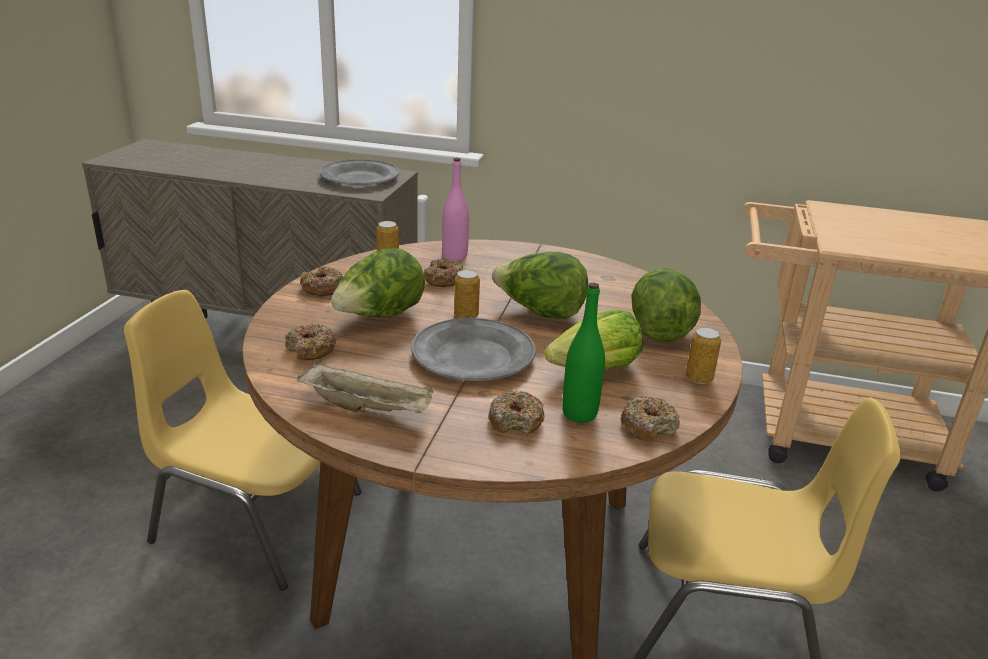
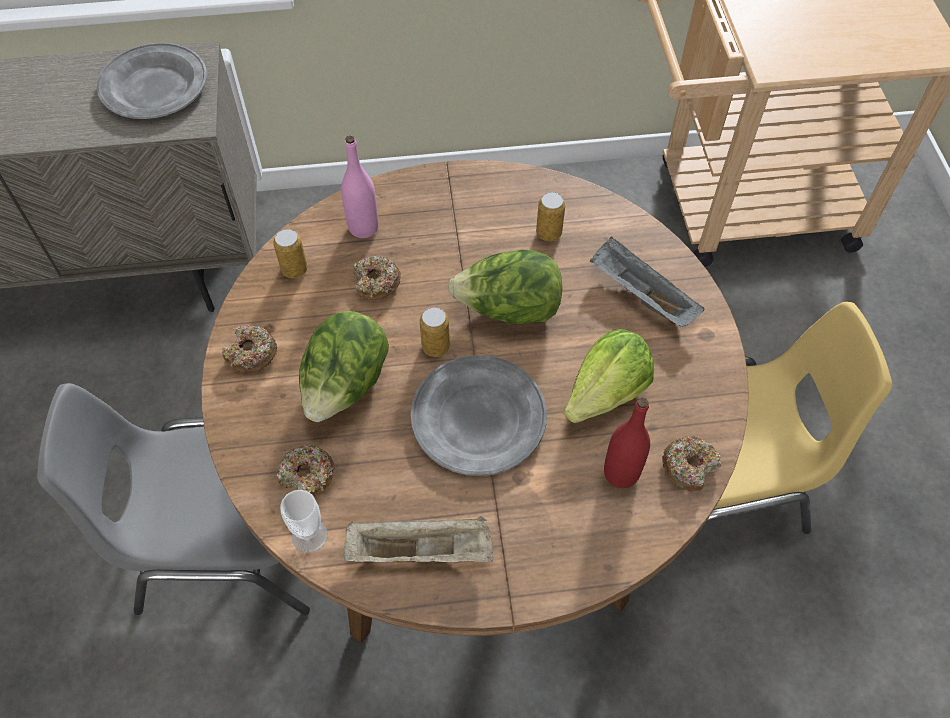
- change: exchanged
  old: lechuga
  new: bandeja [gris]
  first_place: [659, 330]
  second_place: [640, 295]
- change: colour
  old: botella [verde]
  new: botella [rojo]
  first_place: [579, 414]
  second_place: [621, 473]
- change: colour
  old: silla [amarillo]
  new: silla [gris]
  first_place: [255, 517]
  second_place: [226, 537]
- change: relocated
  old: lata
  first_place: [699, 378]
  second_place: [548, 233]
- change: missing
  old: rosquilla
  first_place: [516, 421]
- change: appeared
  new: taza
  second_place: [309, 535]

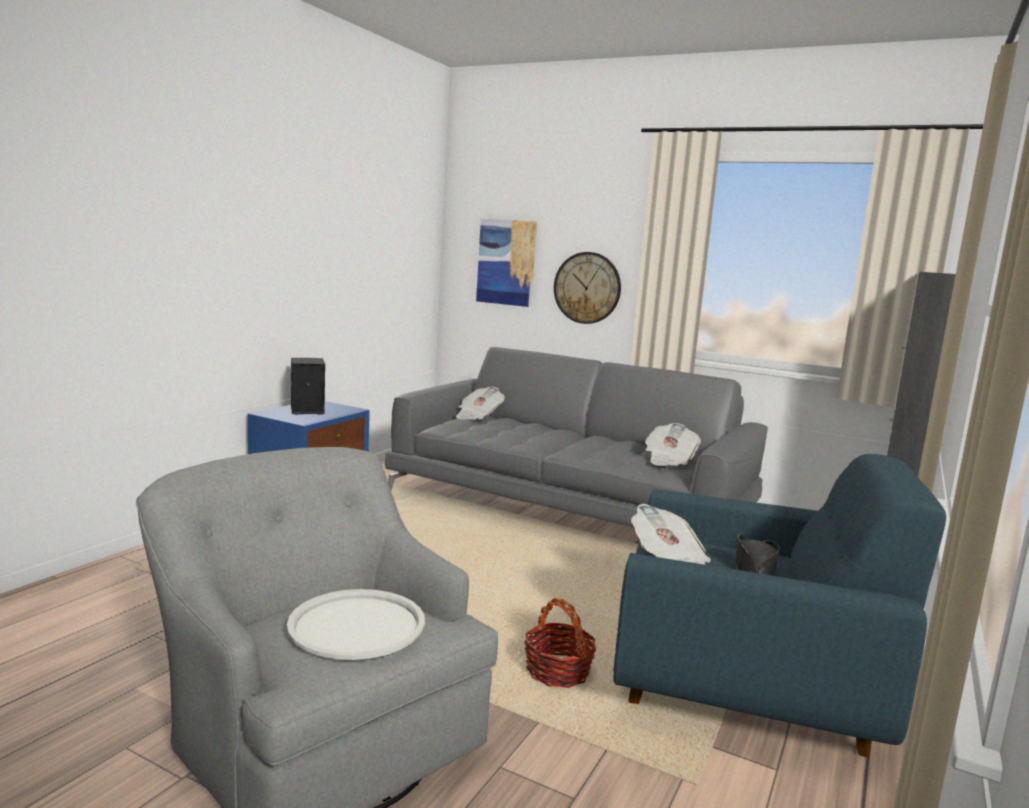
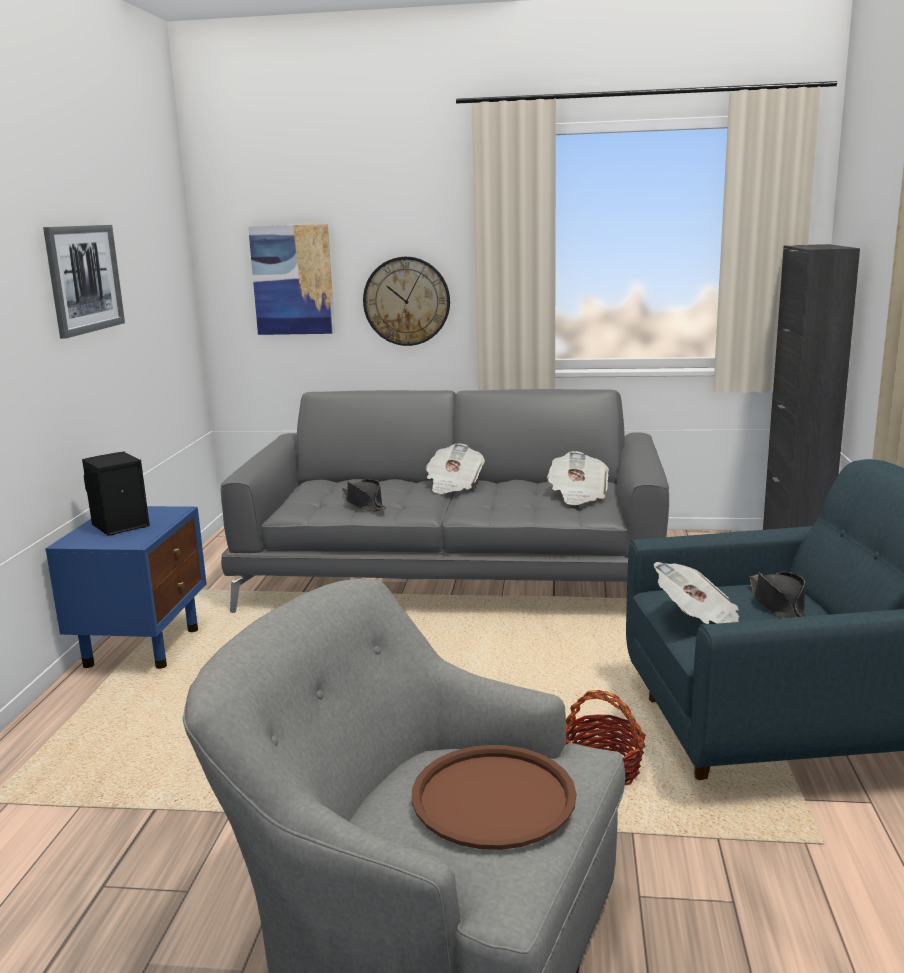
- change: relocated
  old: periódico
  first_place: [478, 416]
  second_place: [453, 485]
- change: colour
  old: bandeja [blanco]
  new: bandeja [marrón]
  first_place: [357, 625]
  second_place: [493, 797]
- change: appeared
  new: cuadro
  second_place: [84, 279]
- change: appeared
  new: sombrero [negro]
  second_place: [364, 503]

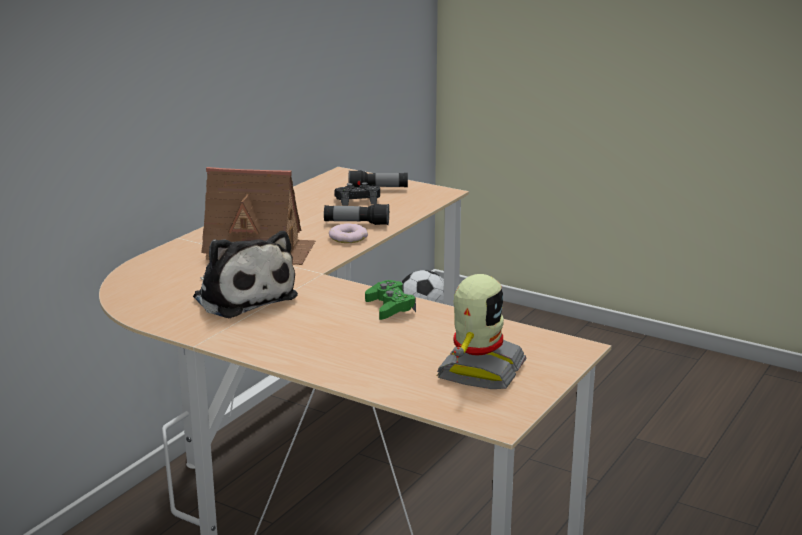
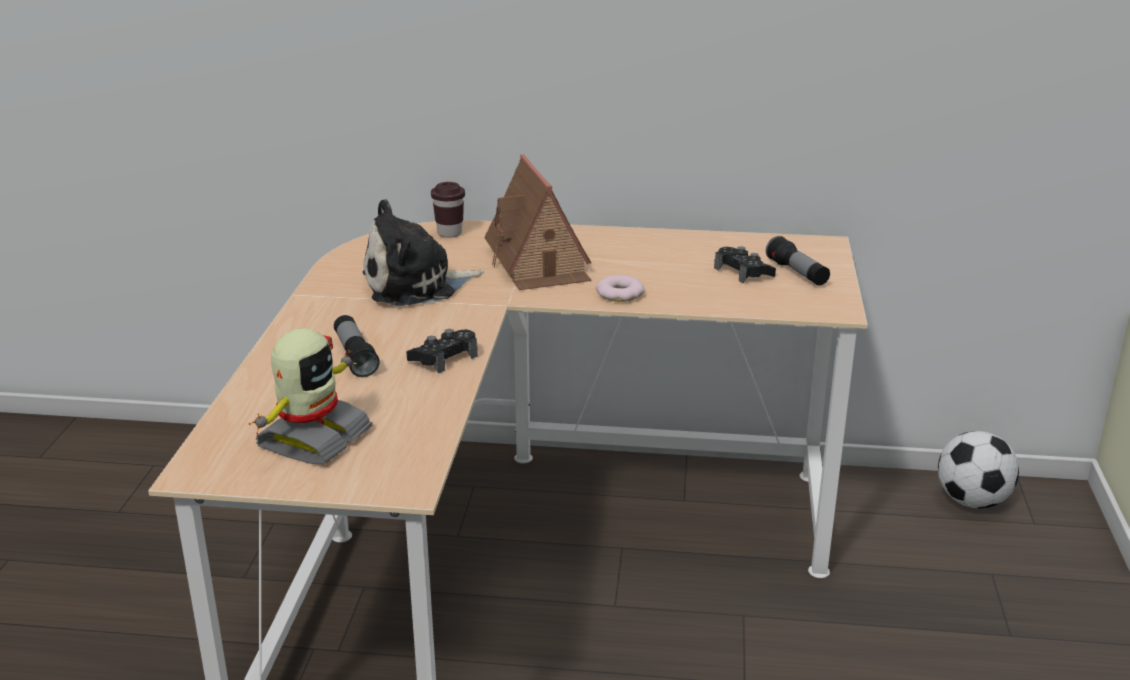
- change: relocated
  old: linterna
  first_place: [356, 223]
  second_place: [355, 356]
- change: spun
  old: peluche
  first_place: [243, 296]
  second_place: [416, 285]
  degrees: 45
- change: spun
  old: robot de juguete
  first_place: [479, 370]
  second_place: [312, 438]
  degrees: -60
- change: colour
  old: mando de consola [verde]
  new: mando de consola [negro]
  first_place: [390, 307]
  second_place: [444, 358]
- change: appeared
  new: taza [marrón]
  second_place: [449, 233]

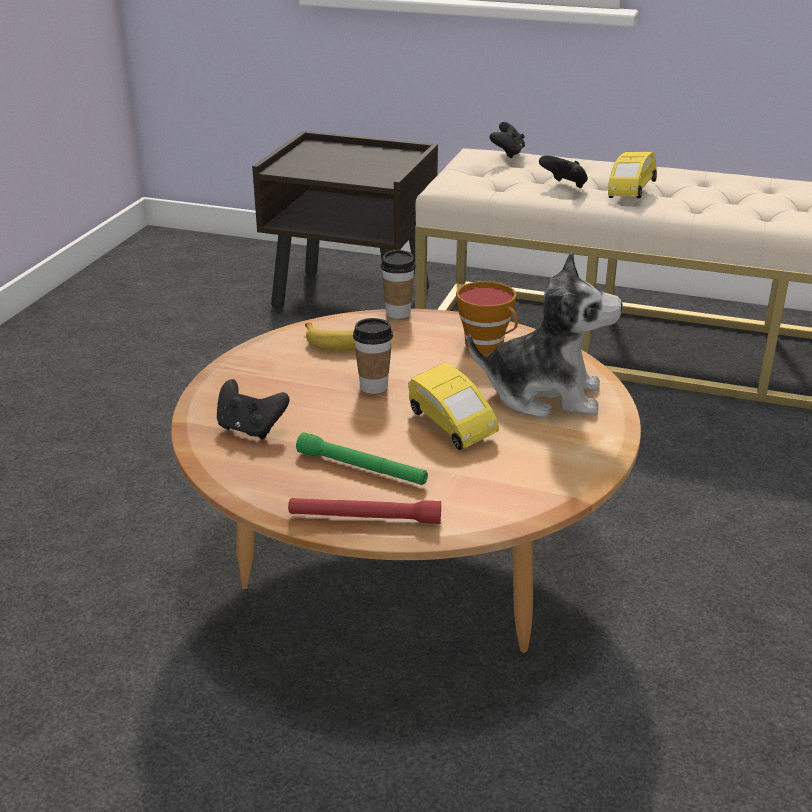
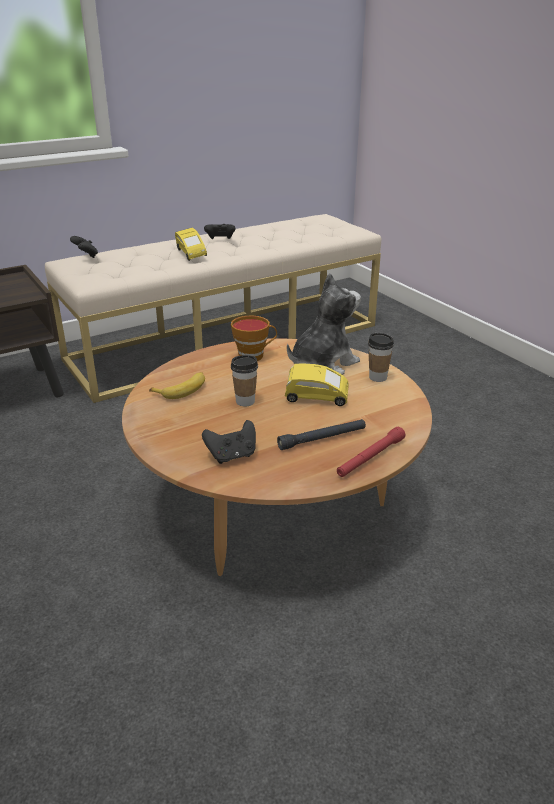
- change: relocated
  old: mando de consola [negro]
  first_place: [564, 186]
  second_place: [220, 240]
- change: relocated
  old: taza
  first_place: [398, 313]
  second_place: [378, 377]
- change: colour
  old: linterna [verde]
  new: linterna [negro]
  first_place: [362, 468]
  second_place: [322, 439]

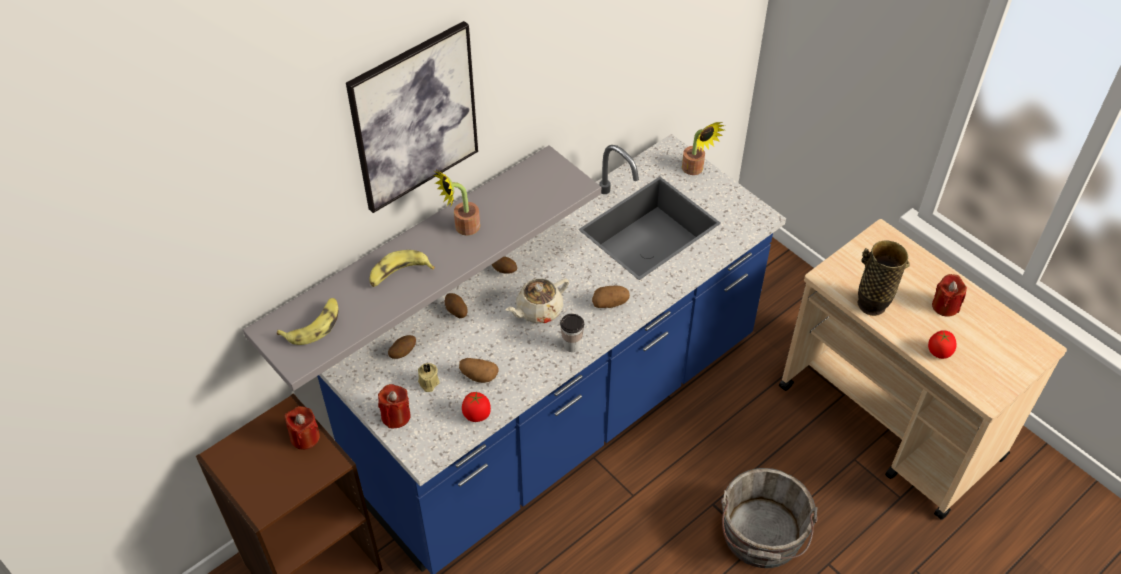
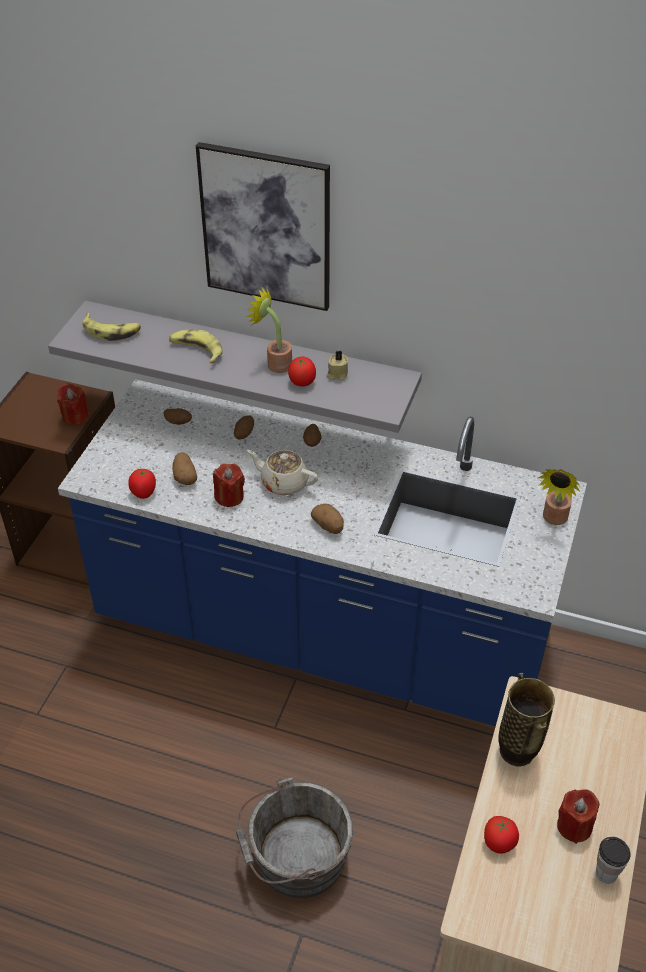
- change: relocated
  old: taza
  first_place: [572, 345]
  second_place: [606, 873]
- change: relocated
  old: vela [beis]
  first_place: [428, 383]
  second_place: [337, 374]
- change: relocated
  old: vela [rojo]
  first_place: [396, 416]
  second_place: [229, 497]
- change: appeared
  new: tomate
  second_place: [302, 382]

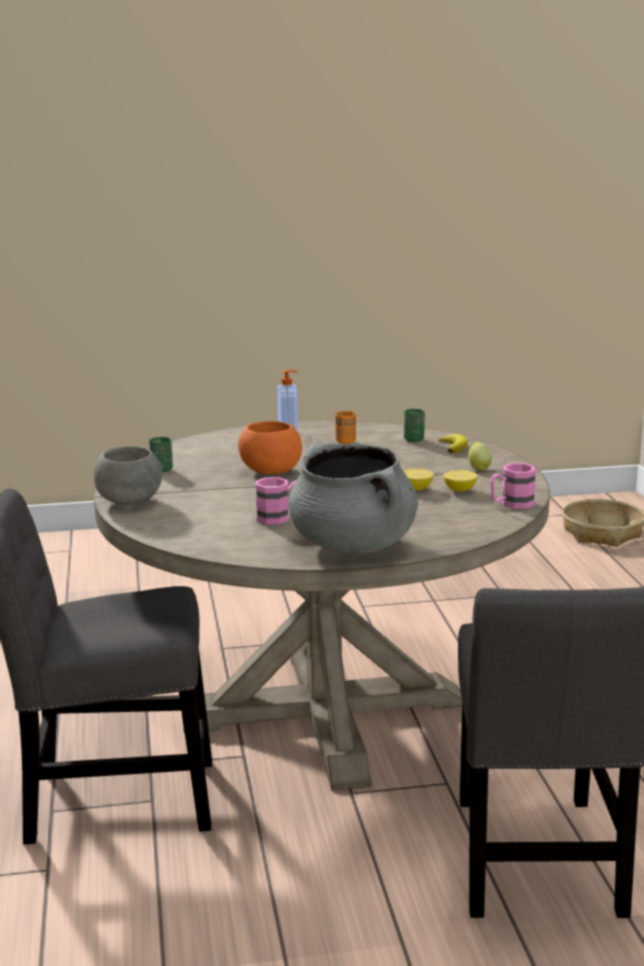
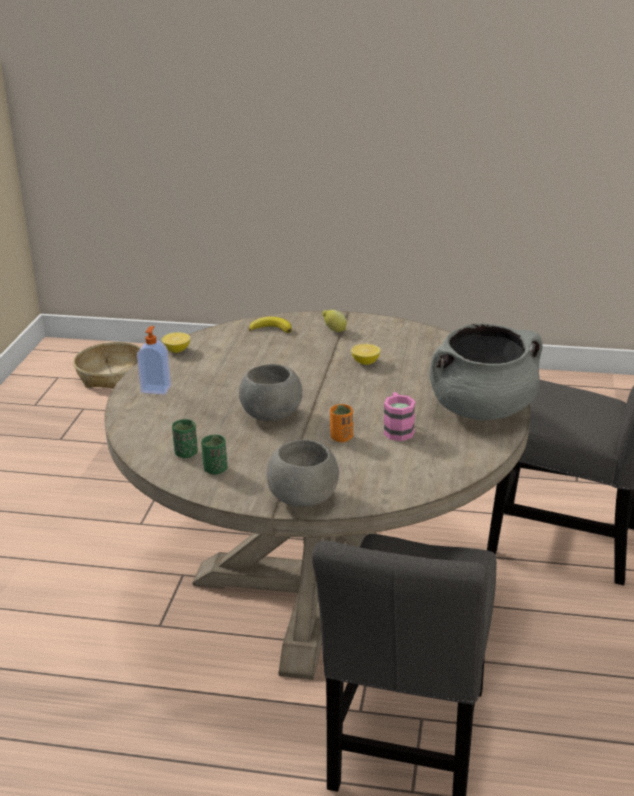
- change: relocated
  old: taza [verde]
  first_place: [414, 439]
  second_place: [186, 453]
- change: relocated
  old: taza [naranja]
  first_place: [345, 442]
  second_place: [341, 438]
- change: colour
  old: cuenco [naranja]
  new: cuenco [gris]
  first_place: [270, 472]
  second_place: [272, 415]
- change: missing
  old: taza grande [rosa]
  first_place: [511, 504]
- change: relocated
  old: limón
  first_place: [460, 490]
  second_place: [177, 350]

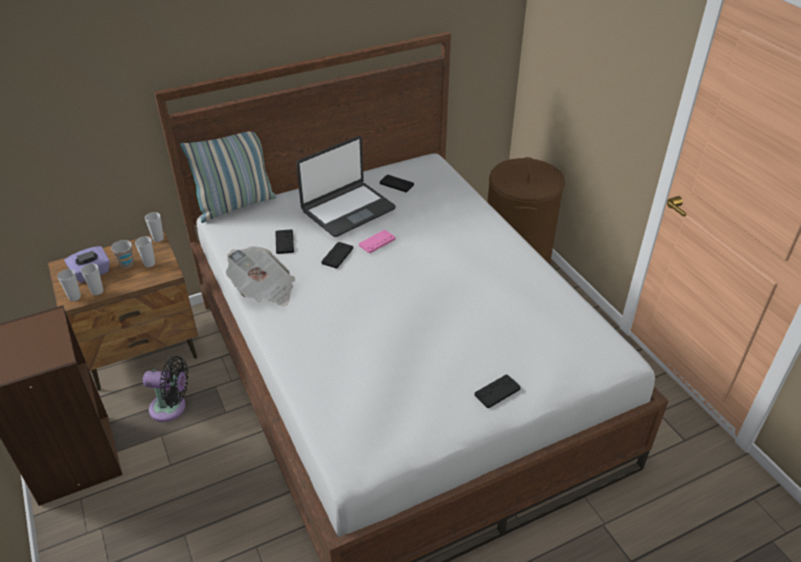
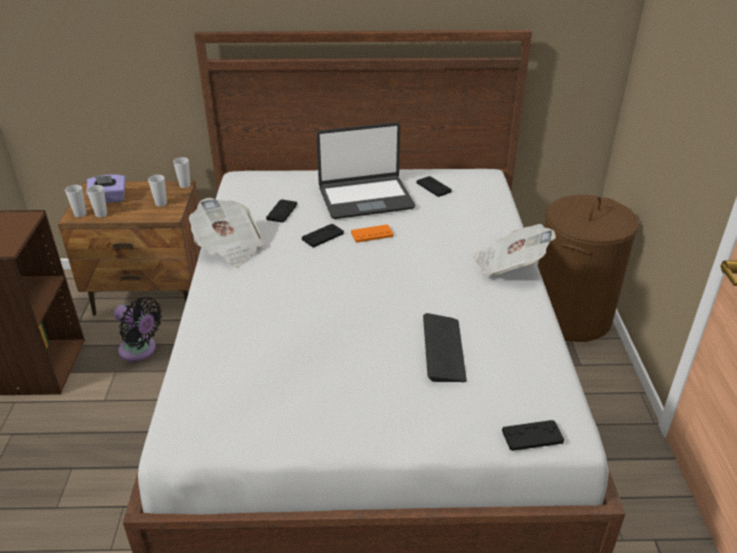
- change: missing
  old: cojín
  first_place: [236, 205]
- change: colour
  old: mando de consola [rosa]
  new: mando de consola [naranja]
  first_place: [377, 242]
  second_place: [372, 234]
- change: missing
  old: taza
  first_place: [127, 264]
- change: relocated
  old: mando de consola [negro]
  first_place: [497, 392]
  second_place: [532, 436]
- change: appeared
  new: periódico
  second_place: [509, 266]
- change: appeared
  new: teclado
  second_place: [443, 349]

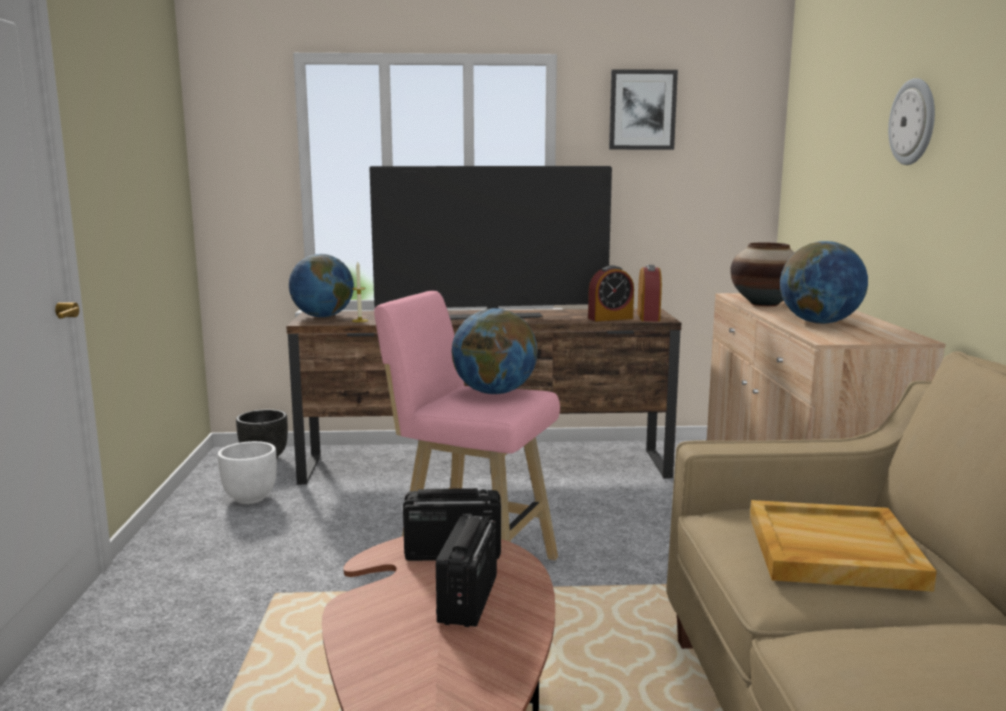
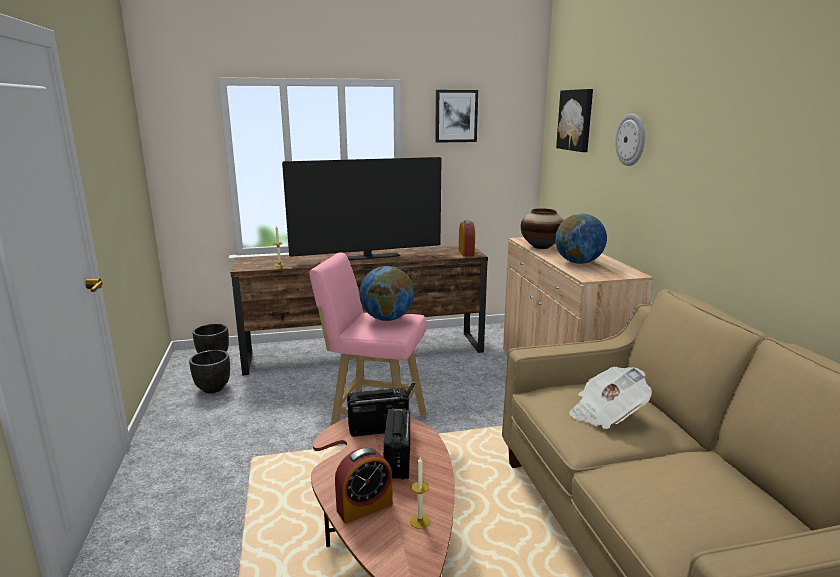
- change: missing
  old: globo terráqueo
  first_place: [323, 317]
- change: relocated
  old: despertador
  first_place: [610, 318]
  second_place: [364, 507]
- change: colour
  old: maceta [blanco]
  new: maceta [negro]
  first_place: [250, 499]
  second_place: [213, 389]
- change: exchanged
  old: bandeja [beis]
  new: periódico
  first_place: [831, 551]
  second_place: [606, 414]
- change: appeared
  new: cuadro
  second_place: [576, 120]
- change: appeared
  new: vela
  second_place: [420, 521]

